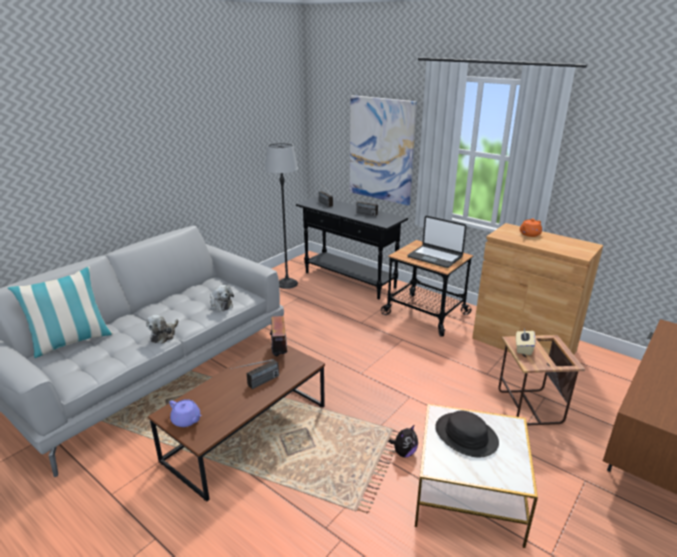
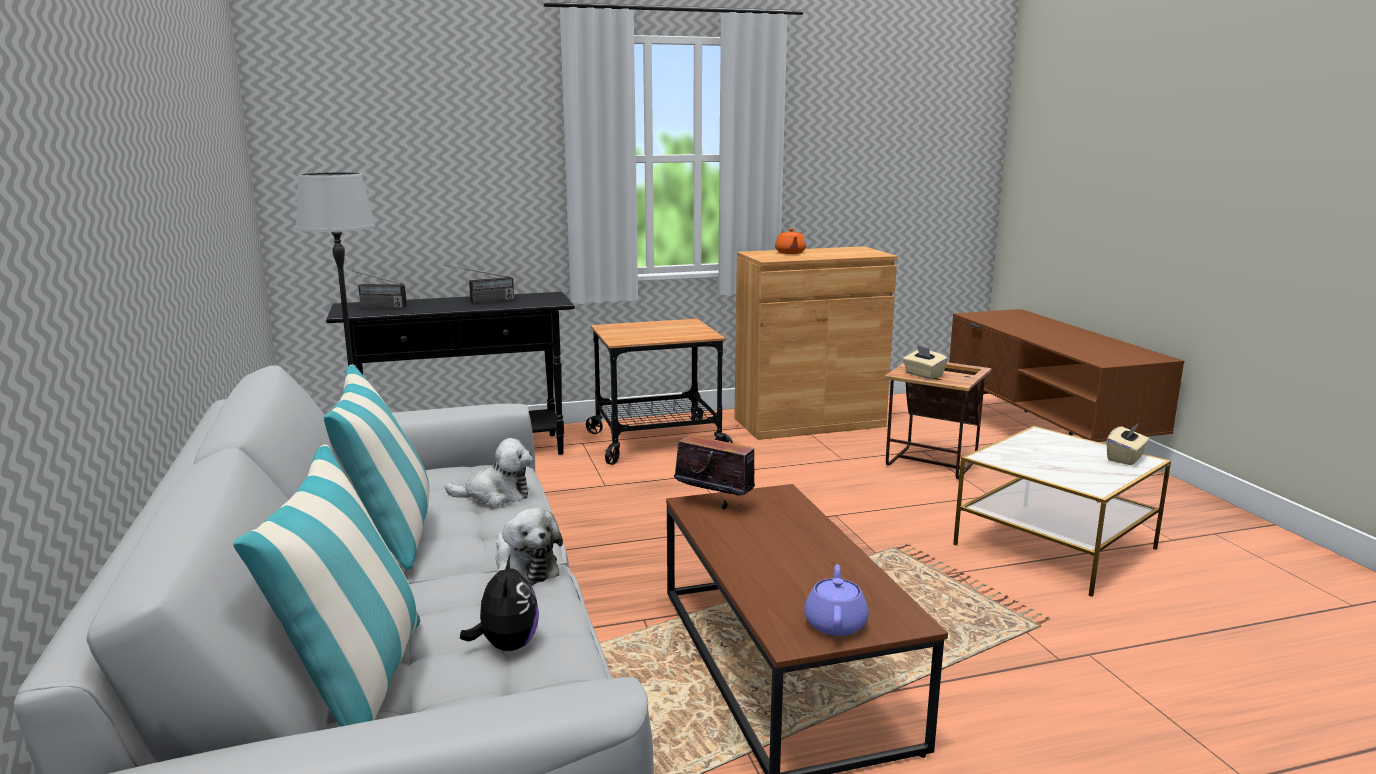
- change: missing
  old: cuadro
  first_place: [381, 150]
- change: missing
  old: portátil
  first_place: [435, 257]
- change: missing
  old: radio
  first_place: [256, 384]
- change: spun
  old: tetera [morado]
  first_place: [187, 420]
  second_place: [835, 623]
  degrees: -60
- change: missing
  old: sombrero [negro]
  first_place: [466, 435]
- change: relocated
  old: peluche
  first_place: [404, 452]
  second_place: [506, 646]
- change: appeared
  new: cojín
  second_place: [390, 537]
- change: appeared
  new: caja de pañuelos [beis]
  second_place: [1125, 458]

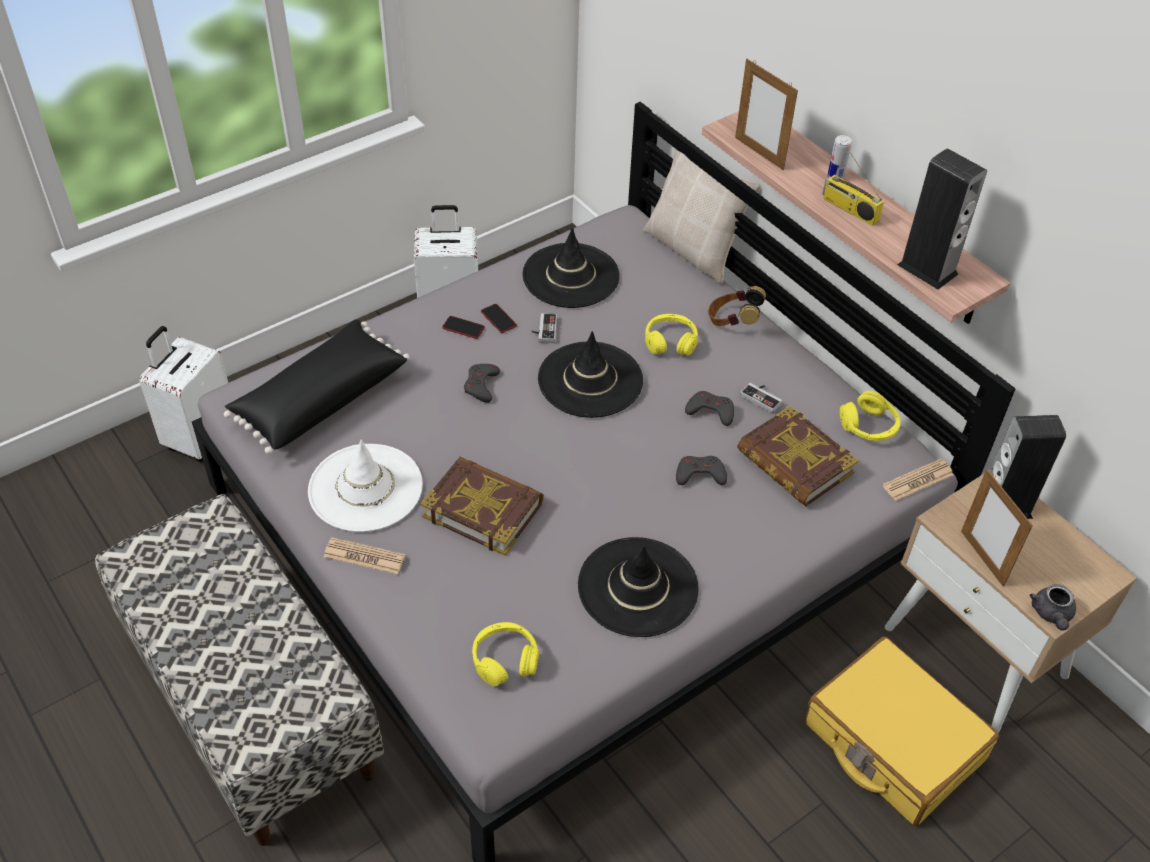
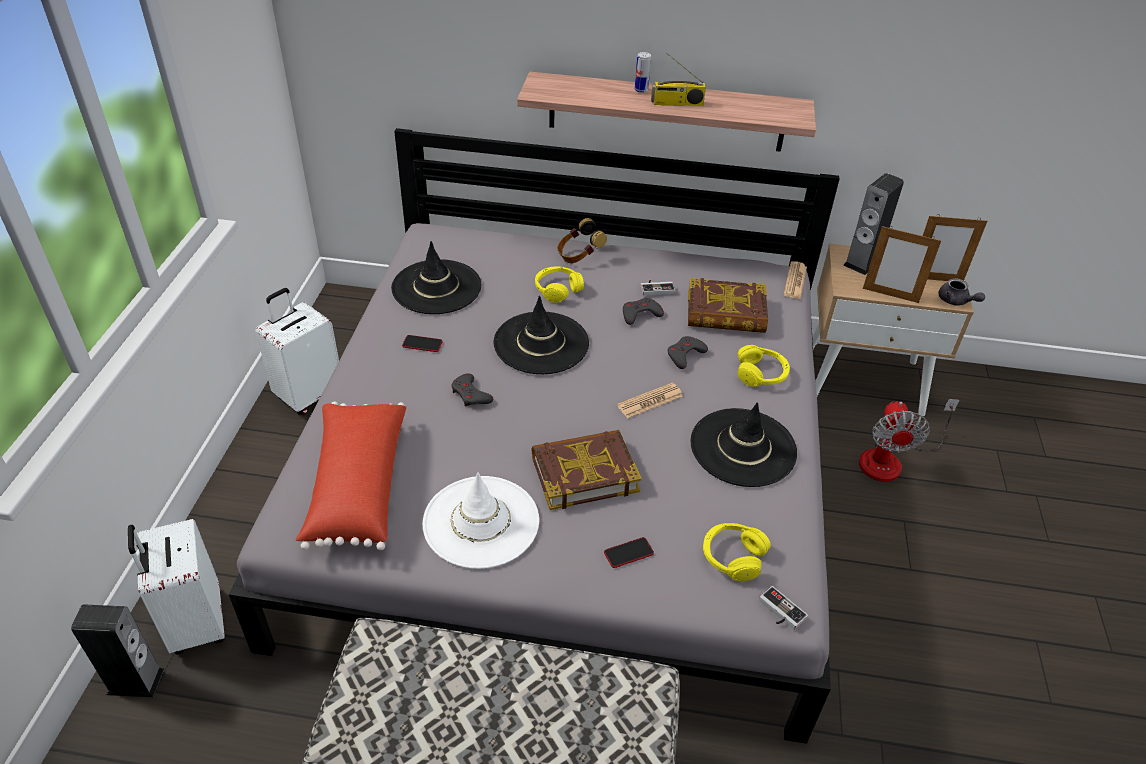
- change: relocated
  old: portarretratos
  first_place: [759, 153]
  second_place: [935, 279]
- change: missing
  old: cojín [beis]
  first_place: [693, 250]
- change: relocated
  old: altavoz
  first_place: [927, 269]
  second_place: [135, 681]
- change: relocated
  old: mando de consola
  first_place: [543, 330]
  second_place: [779, 612]
- change: relocated
  old: móvil
  first_place: [463, 328]
  second_place: [628, 553]
- change: colour
  old: cojín [negro]
  new: cojín [rojo]
  first_place: [320, 399]
  second_place: [356, 486]
- change: relocated
  old: auriculares [amarillo]
  first_place: [869, 426]
  second_place: [761, 374]
- change: relocated
  old: periódico
  first_place: [364, 556]
  second_place: [650, 401]
- change: exchanged
  old: maleta [amarillo]
  new: ventilador
  first_place: [892, 742]
  second_place: [891, 459]

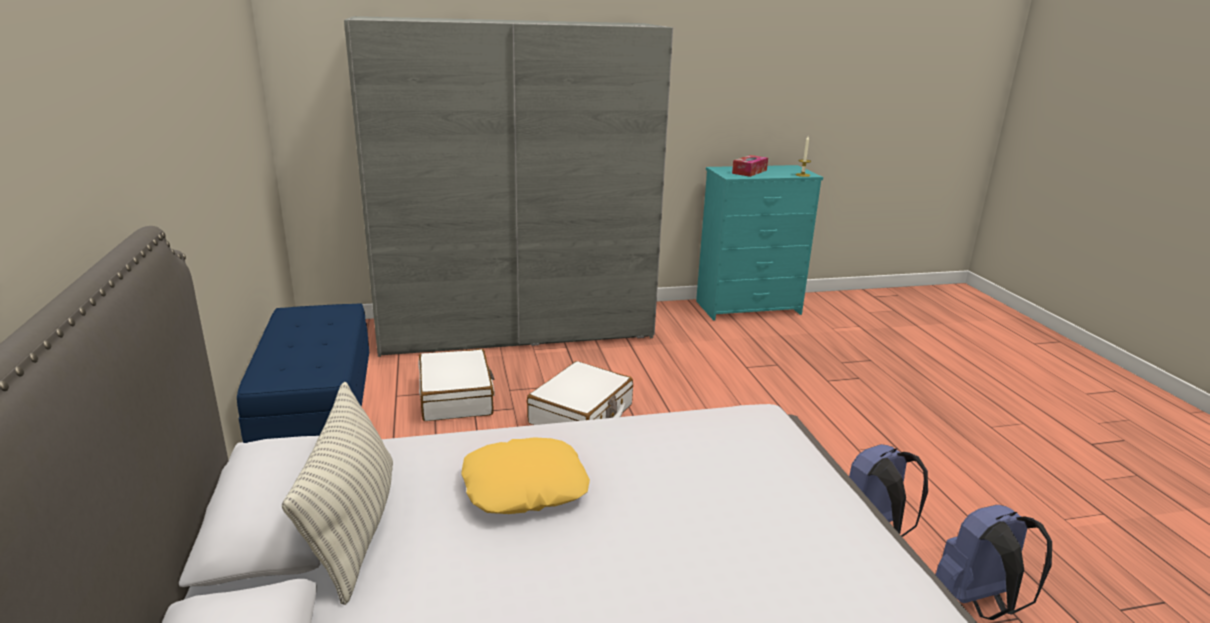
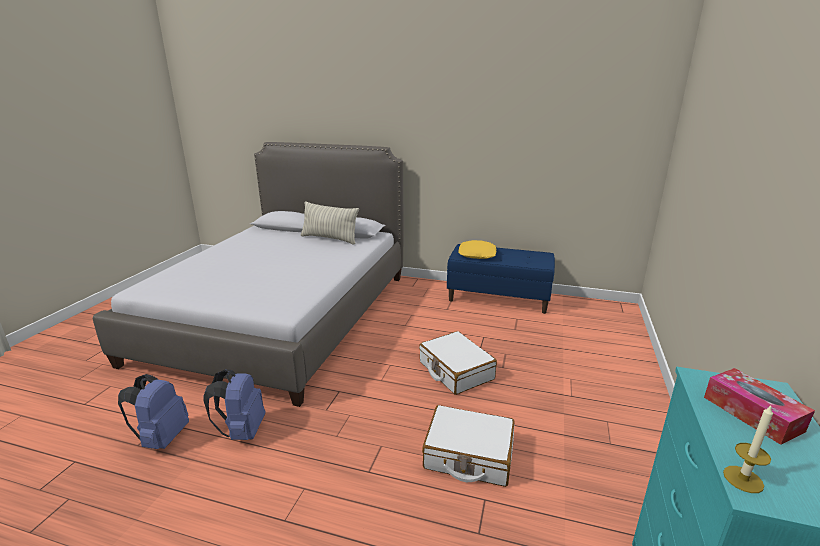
- change: missing
  old: armario ropero [gris]
  first_place: [516, 329]
- change: relocated
  old: maleta [blanco]
  first_place: [456, 397]
  second_place: [468, 455]
- change: relocated
  old: cojín [amarillo]
  first_place: [524, 486]
  second_place: [477, 254]

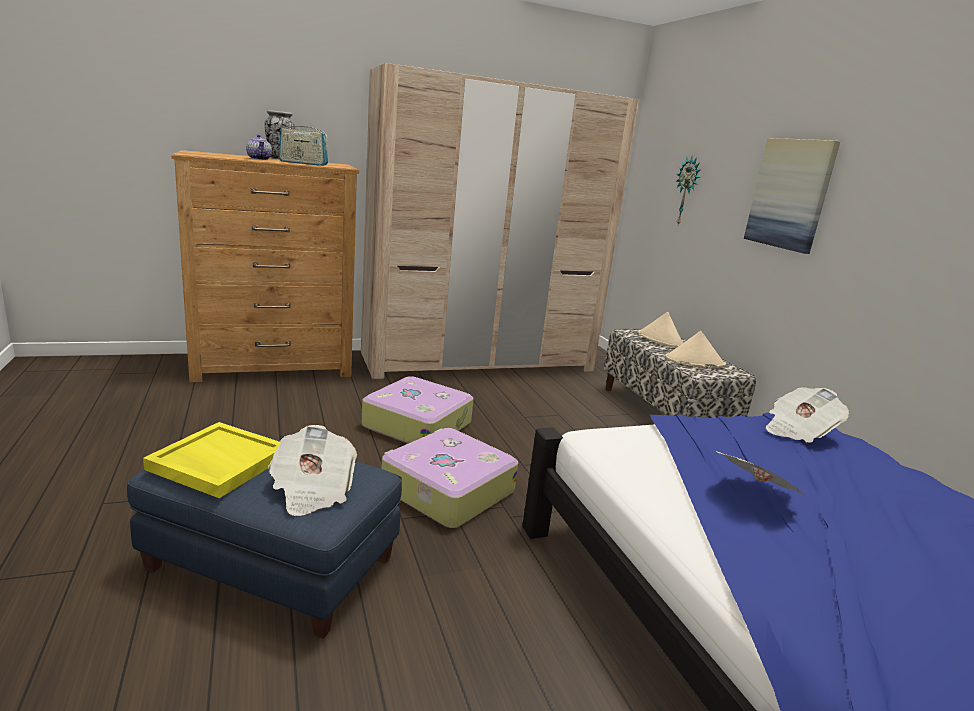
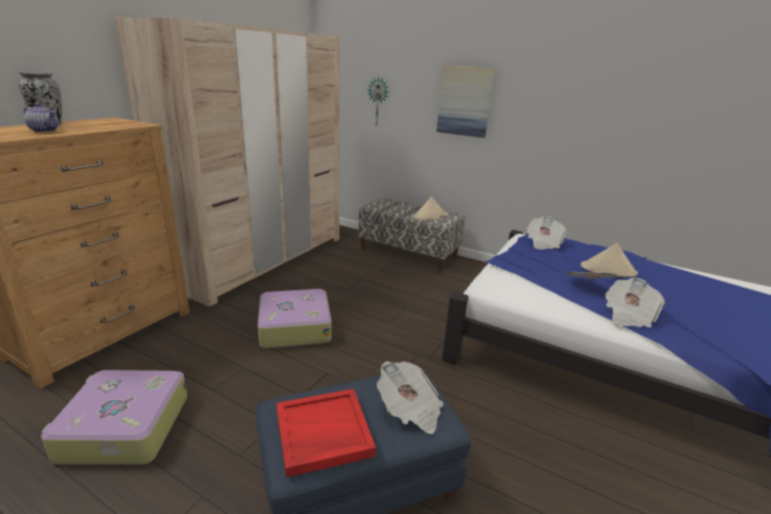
- change: missing
  old: radio
  first_place: [303, 163]
- change: relocated
  old: sombrero [beis]
  first_place: [661, 340]
  second_place: [608, 270]
- change: colour
  old: bandeja [amarillo]
  new: bandeja [rojo]
  first_place: [217, 462]
  second_place: [322, 433]
- change: relocated
  old: maleta
  first_place: [446, 490]
  second_place: [123, 428]
- change: appeared
  new: periódico
  second_place: [628, 315]

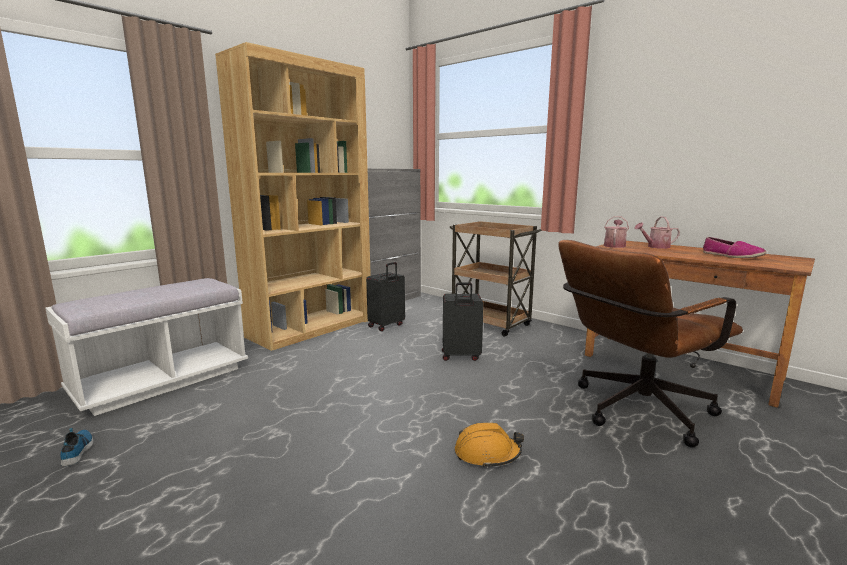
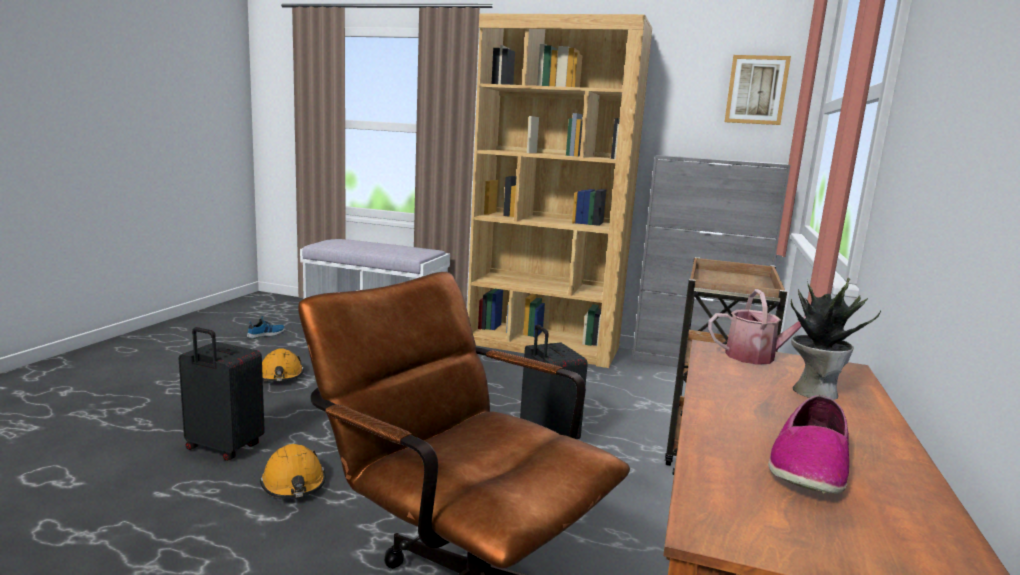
- change: exchanged
  old: regadera
  new: planta en maceta
  first_place: [655, 247]
  second_place: [813, 391]
- change: relocated
  old: maleta [negro]
  first_place: [386, 326]
  second_place: [223, 448]
- change: appeared
  new: cuadro
  second_place: [756, 90]
- change: appeared
  new: casco [naranja]
  second_place: [281, 376]

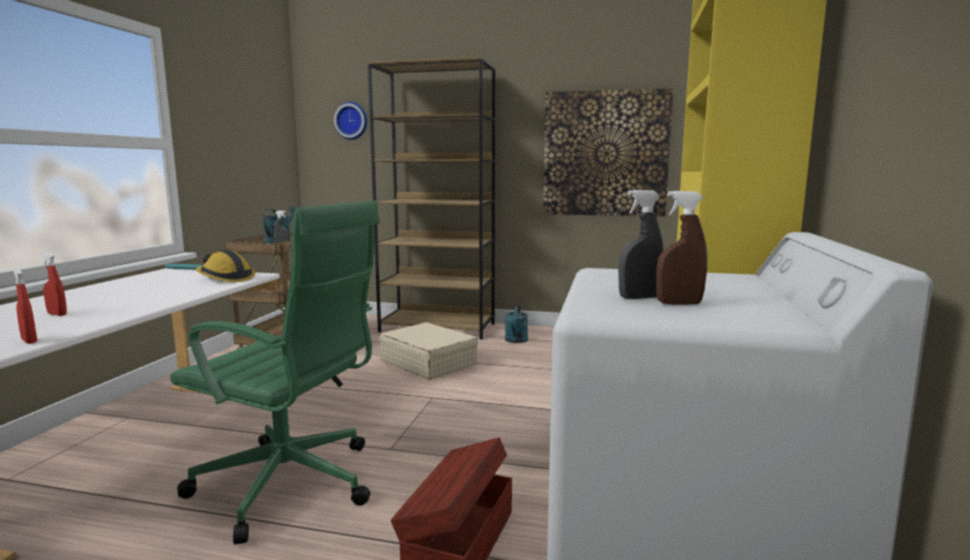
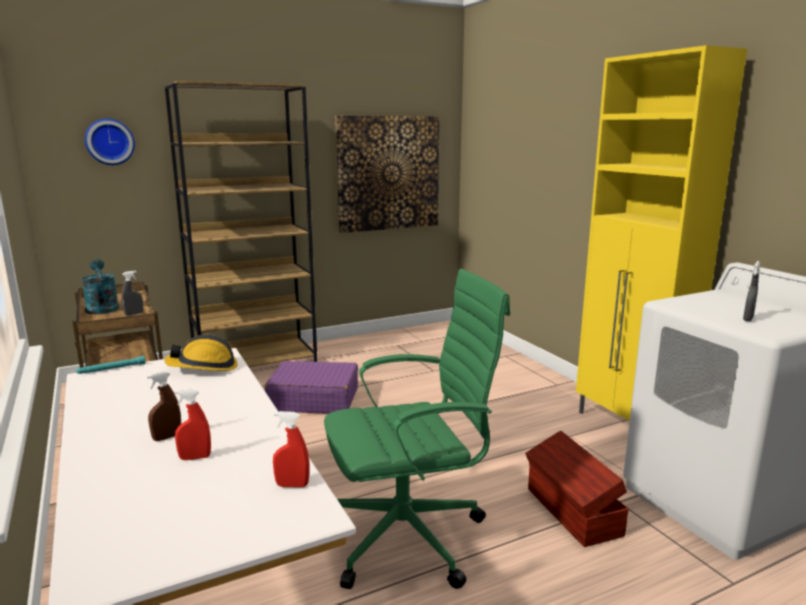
- change: relocated
  old: pulverizador [marrón]
  first_place: [679, 303]
  second_place: [167, 437]
- change: missing
  old: regadera [turquesa]
  first_place: [515, 341]
- change: colour
  old: maleta [beis]
  new: maleta [morado]
  first_place: [428, 363]
  second_place: [313, 399]

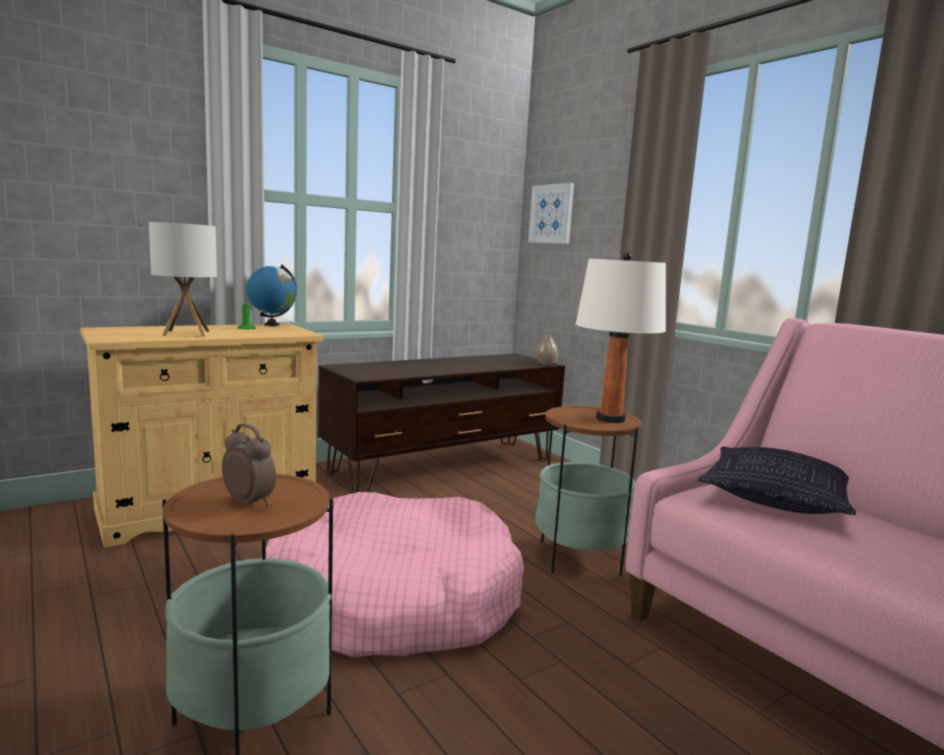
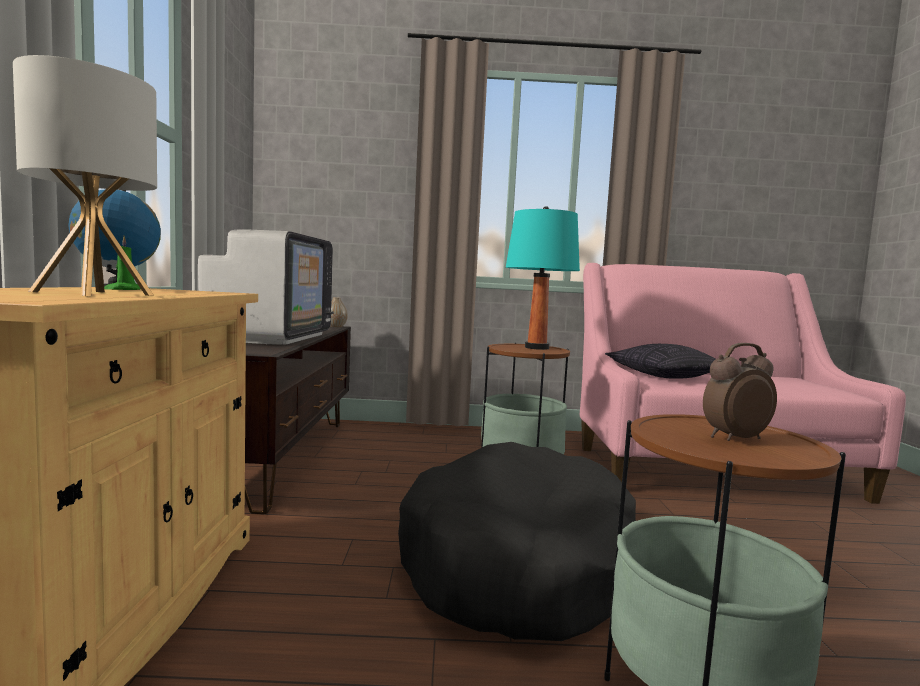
- change: missing
  old: cuadro
  first_place: [551, 214]
- change: colour
  old: lámpara de mesa [blanco]
  new: lámpara de mesa [turquesa]
  first_place: [610, 419]
  second_place: [537, 348]
- change: colour
  old: cama para perro [rosa]
  new: cama para perro [negro]
  first_place: [393, 600]
  second_place: [519, 565]
- change: appeared
  new: televisor
  second_place: [271, 337]

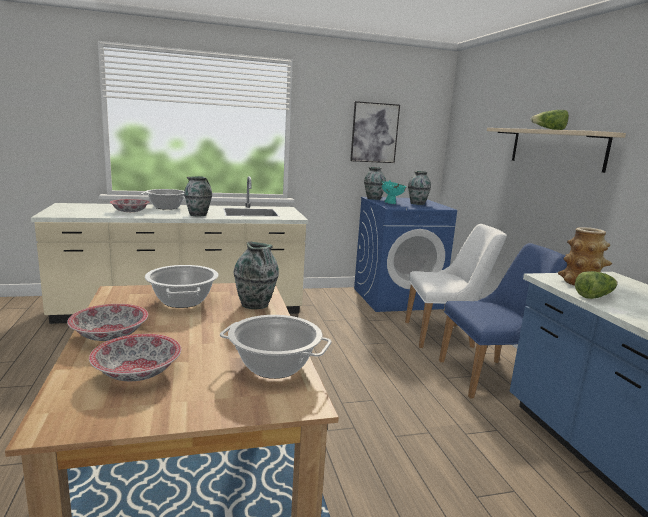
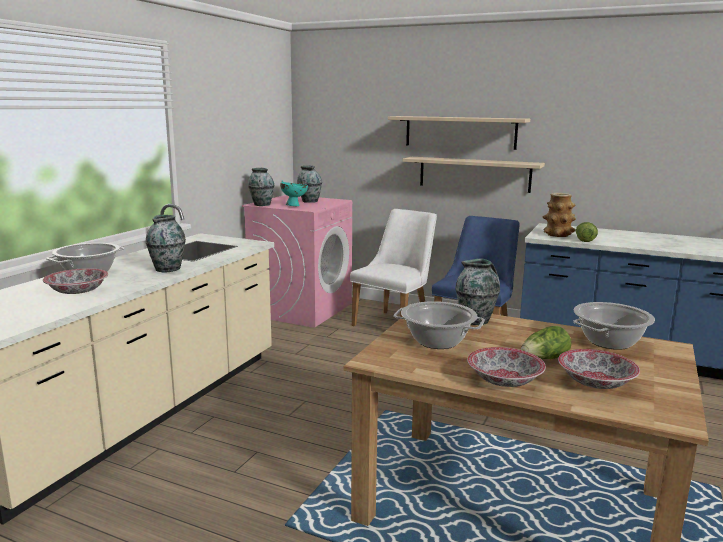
- change: missing
  old: cuadro
  first_place: [374, 133]
- change: relocated
  old: lechuga
  first_place: [549, 129]
  second_place: [544, 359]
- change: colour
  old: lavadora [azul]
  new: lavadora [rosa]
  first_place: [397, 298]
  second_place: [301, 309]
- change: appeared
  new: estante [beis]
  second_place: [474, 174]

